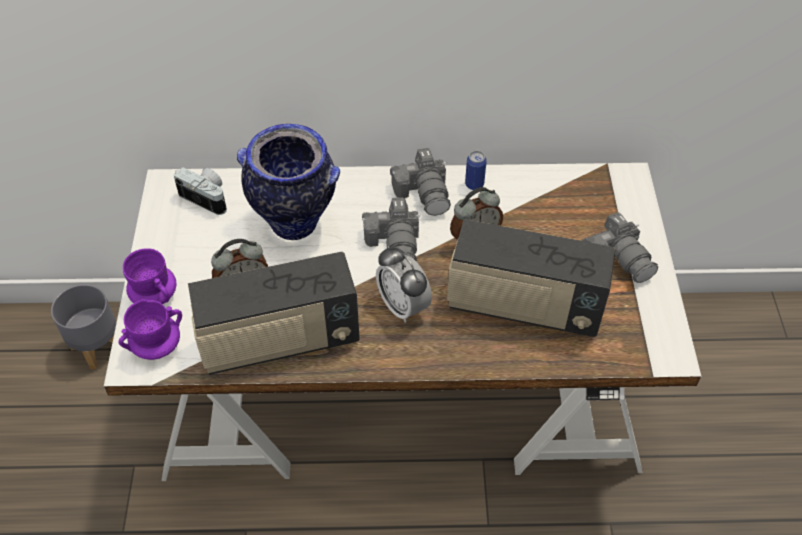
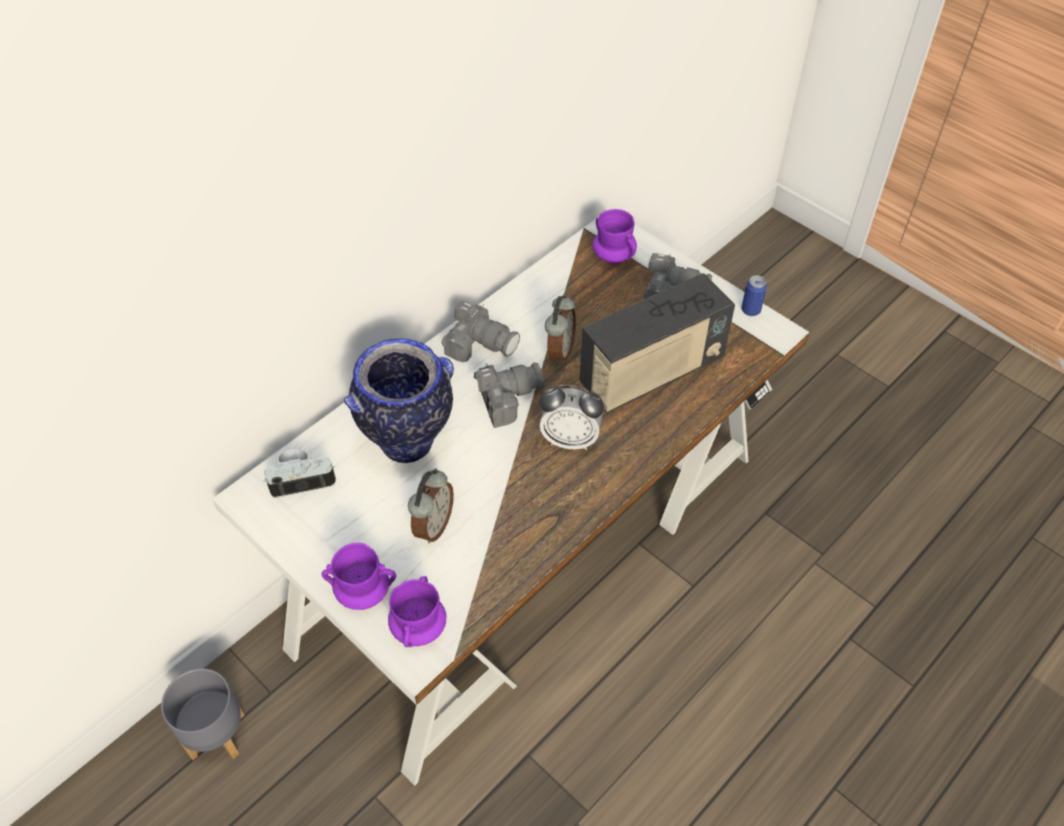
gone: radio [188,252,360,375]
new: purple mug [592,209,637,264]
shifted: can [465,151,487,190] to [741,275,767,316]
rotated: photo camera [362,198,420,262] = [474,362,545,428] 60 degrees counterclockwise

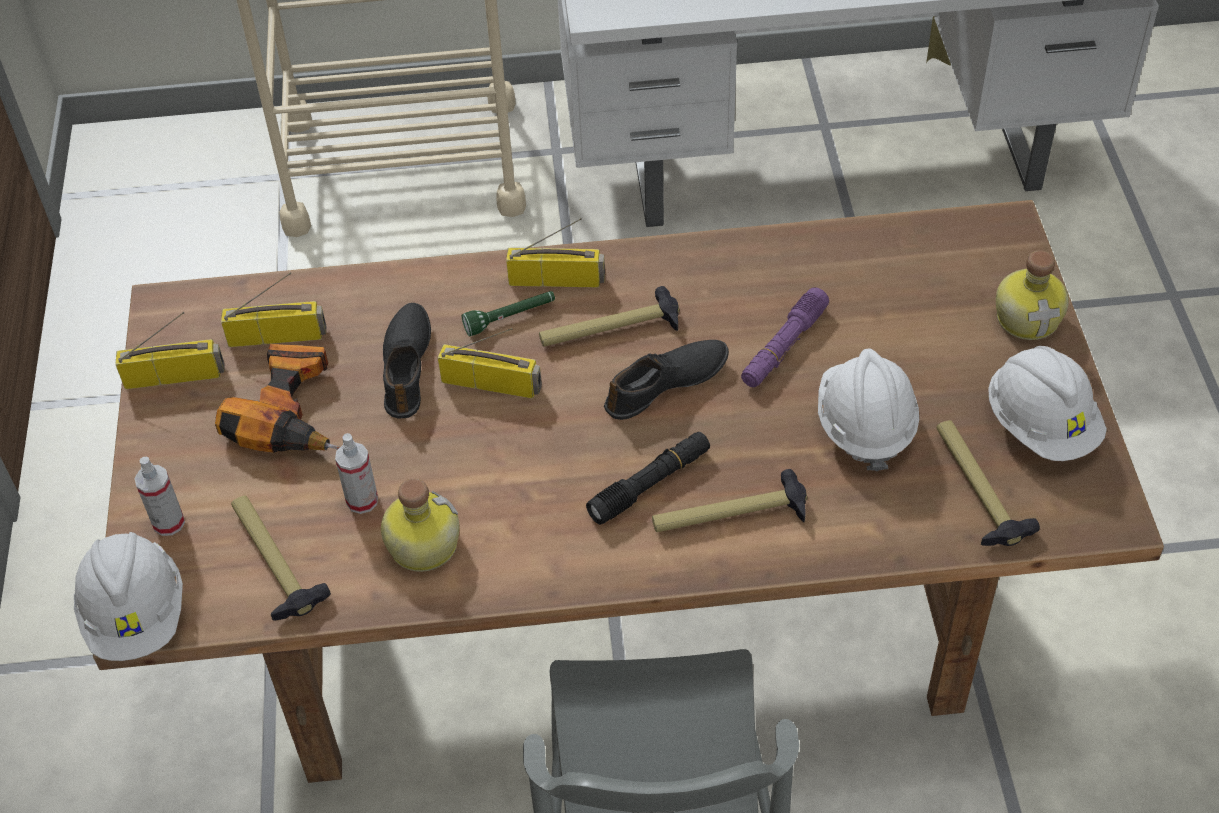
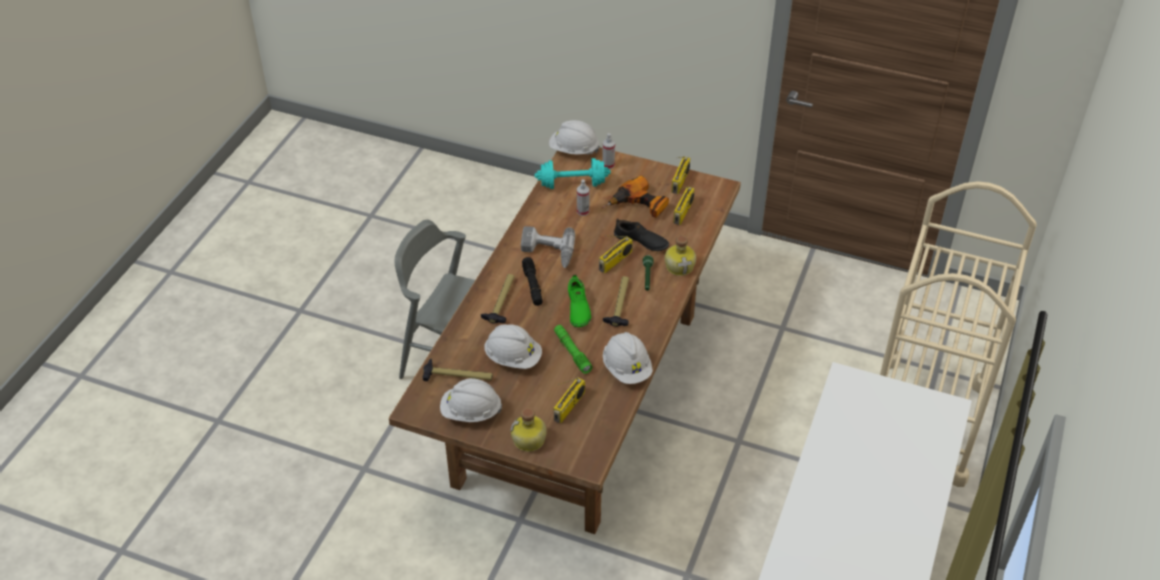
new: power drill [521,226,575,268]; white hard hat [603,332,653,384]
shifted: bottle [381,479,460,572] to [665,236,696,276]; radio [506,218,605,287] to [554,377,585,423]
swapped: hammer [231,495,331,621] to turquoise dumbbell [534,158,611,189]
repainted: black shoe [604,340,729,420] to green shoe [568,275,591,327]; purple flashlight [741,287,829,387] to green flashlight [554,325,592,374]

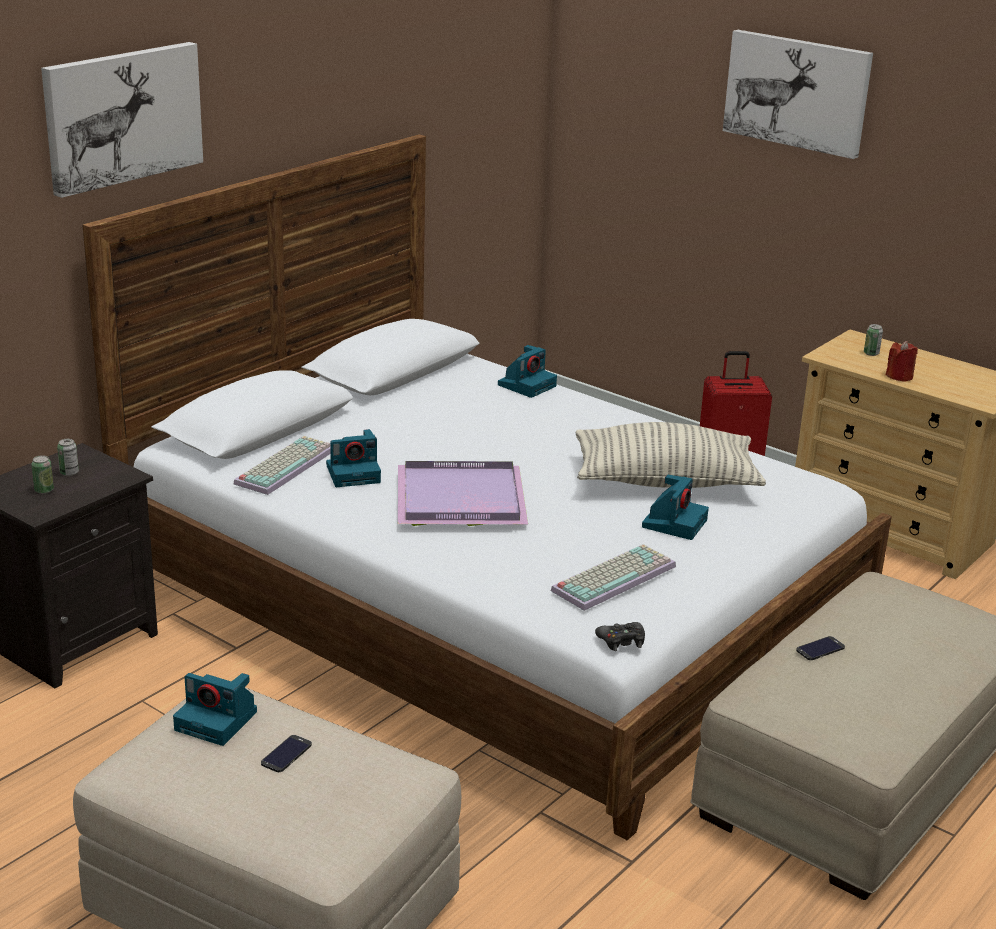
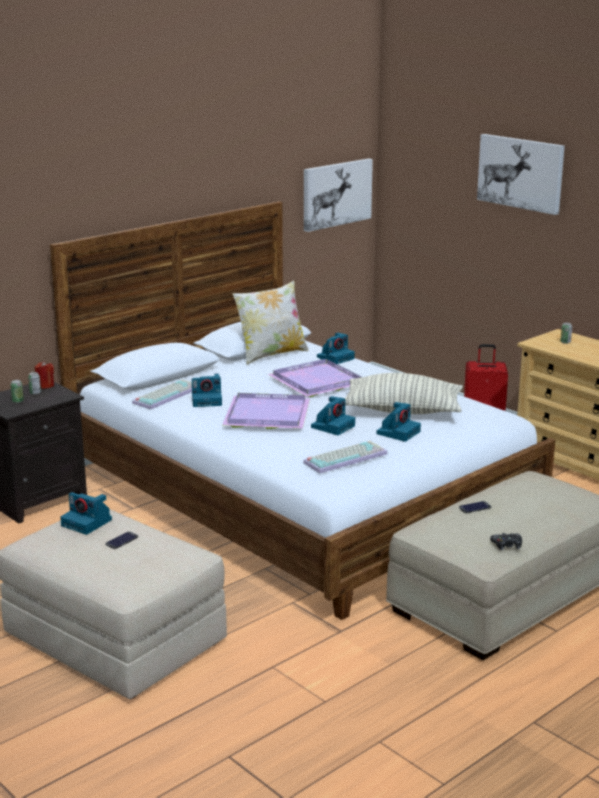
new: pillow [232,281,309,365]; purple tray [267,359,362,397]; photo camera [311,396,355,435]
shifted: picture [41,42,203,198] to [304,158,373,232]; black game controller [595,622,645,651] to [490,533,522,550]; red candle [886,341,918,382] to [35,361,54,389]

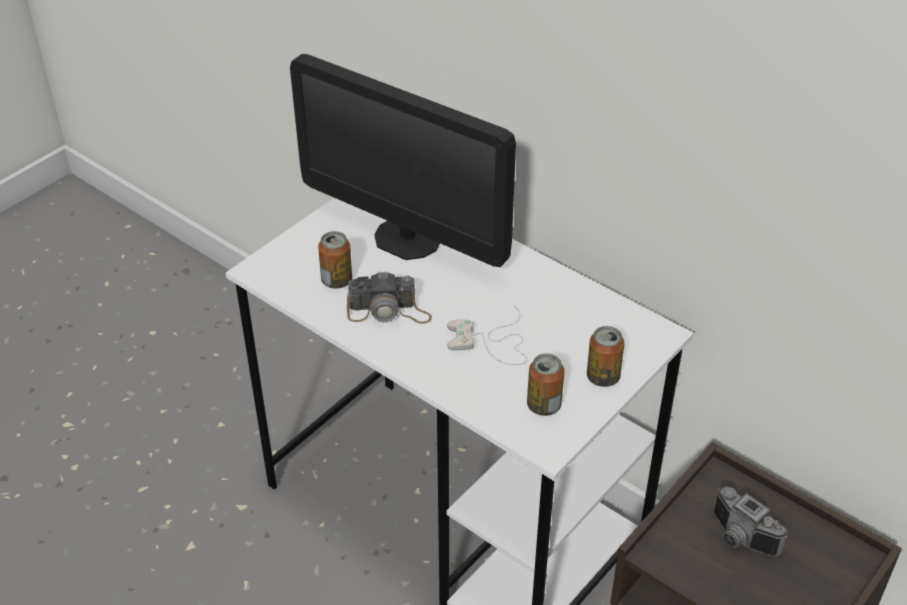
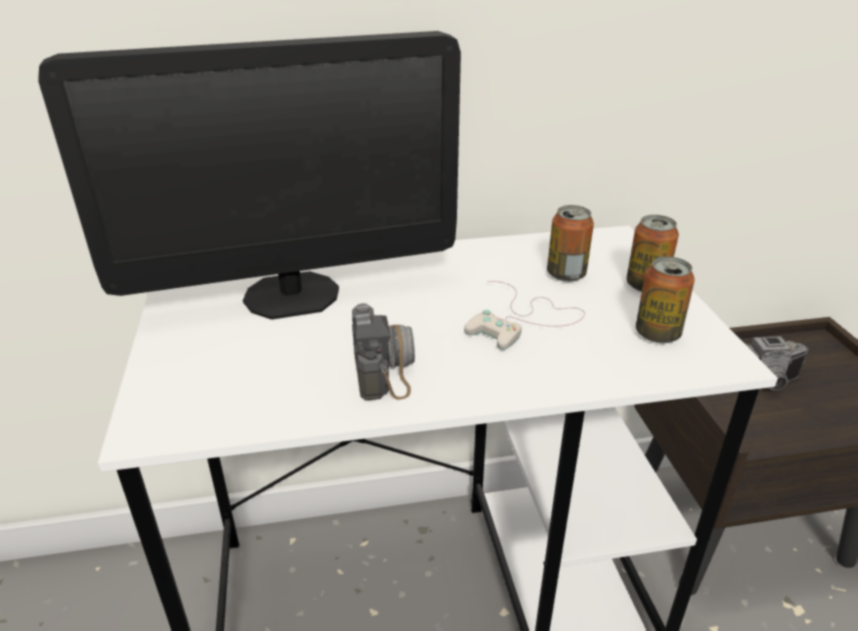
shifted: can [318,231,352,289] to [547,205,594,282]
rotated: photo camera [347,271,432,324] = [352,303,415,401] 45 degrees counterclockwise

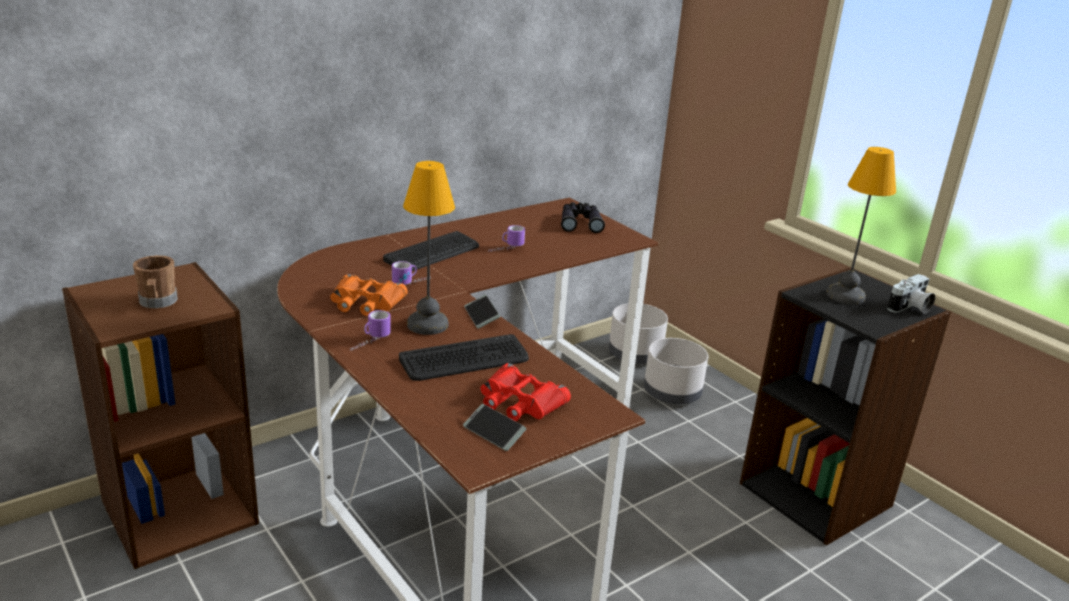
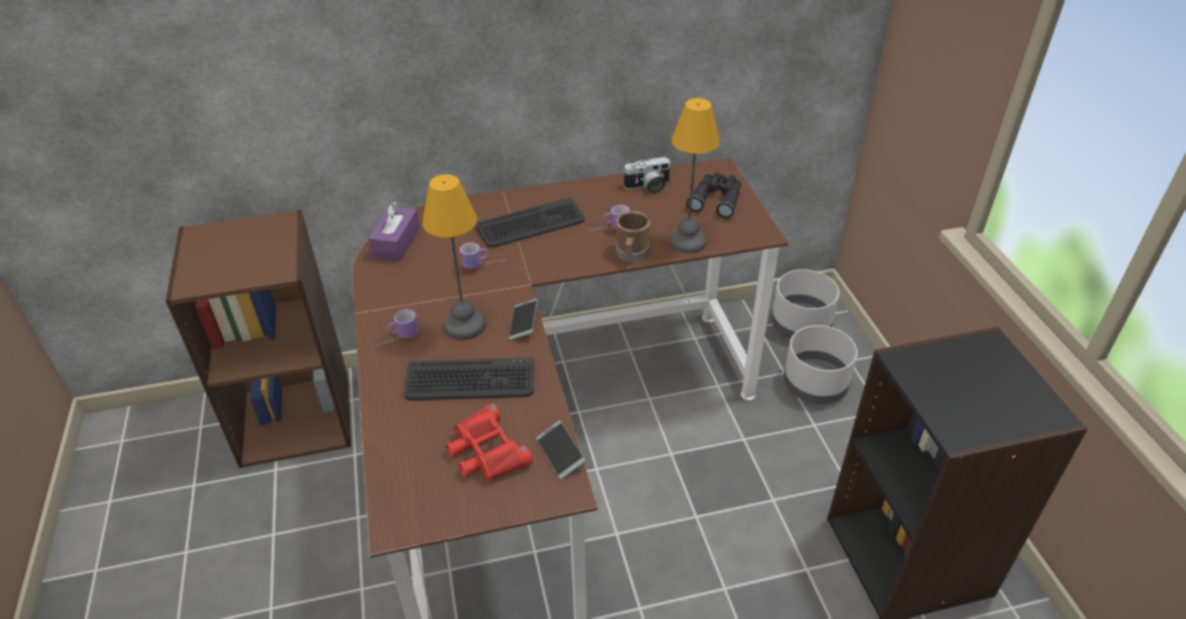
gone: orange binoculars [330,274,408,316]
new: purple tissue box [368,201,420,261]
shifted: brown mug [133,255,178,309] to [616,211,651,261]; phone [463,404,526,451] to [536,420,586,479]; table lamp [827,147,896,305] to [669,98,720,253]; photo camera [887,274,935,314] to [623,157,671,194]

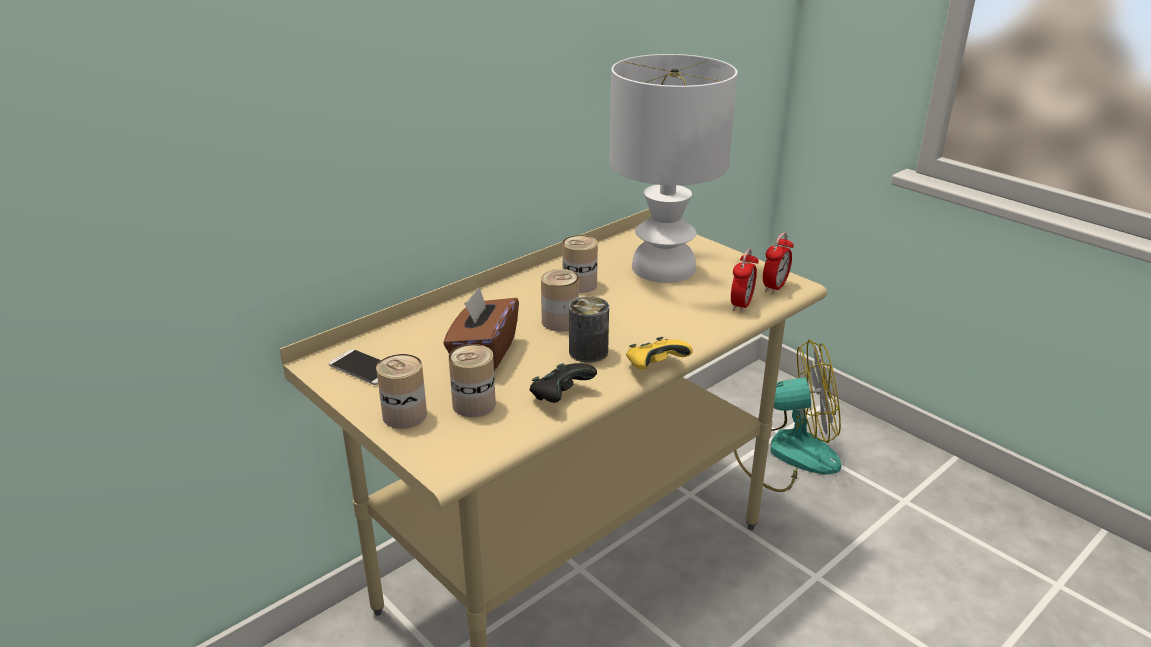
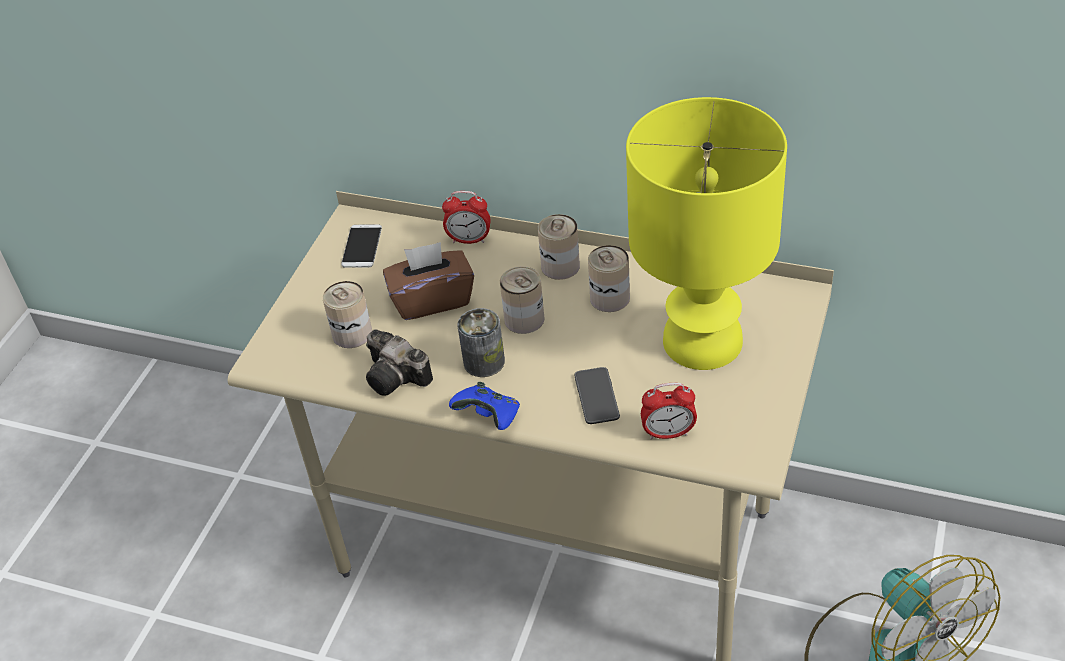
new: phone [574,367,620,424]
shifted: can [376,354,427,429] to [538,214,580,280]; alarm clock [763,233,794,294] to [442,191,491,244]
swapped: black game controller [529,363,597,403] to photo camera [366,329,433,396]
repainted: white table lamp [609,54,738,283] to yellow table lamp [626,97,787,370]; yellow game controller [626,337,693,370] to blue game controller [449,382,520,430]

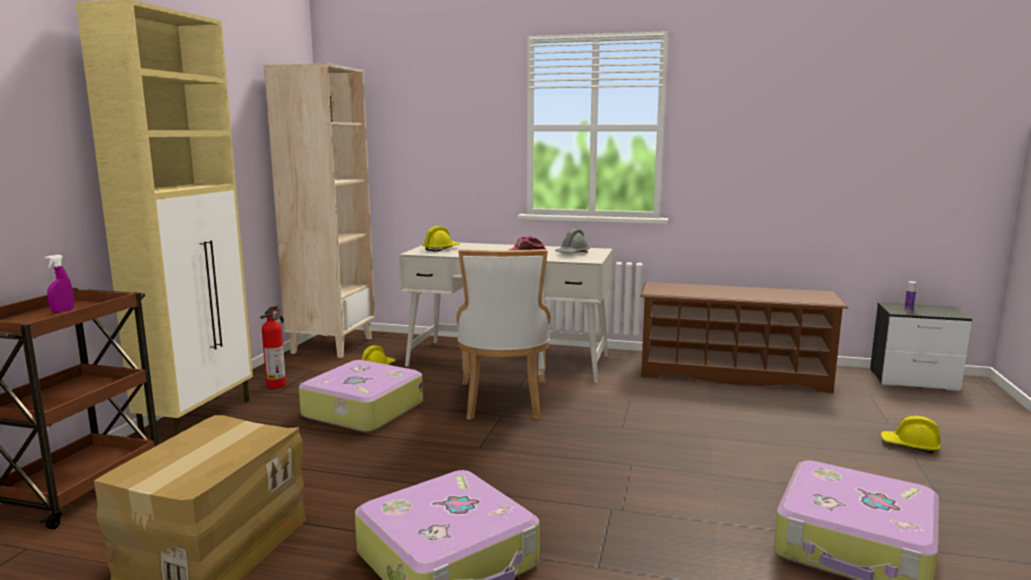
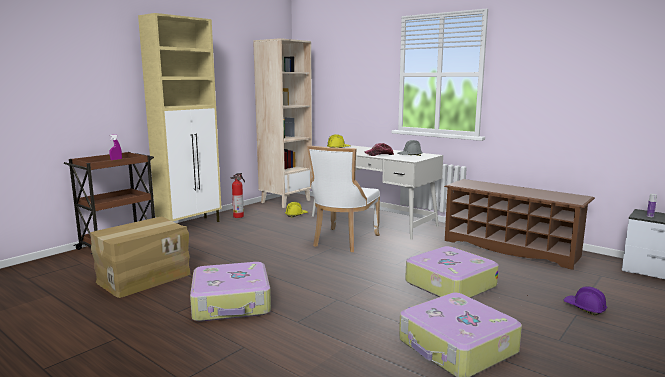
shifted: suitcase [299,360,423,432] to [405,246,499,298]
repainted: yellow hard hat [881,416,940,454] to purple hard hat [564,286,607,315]

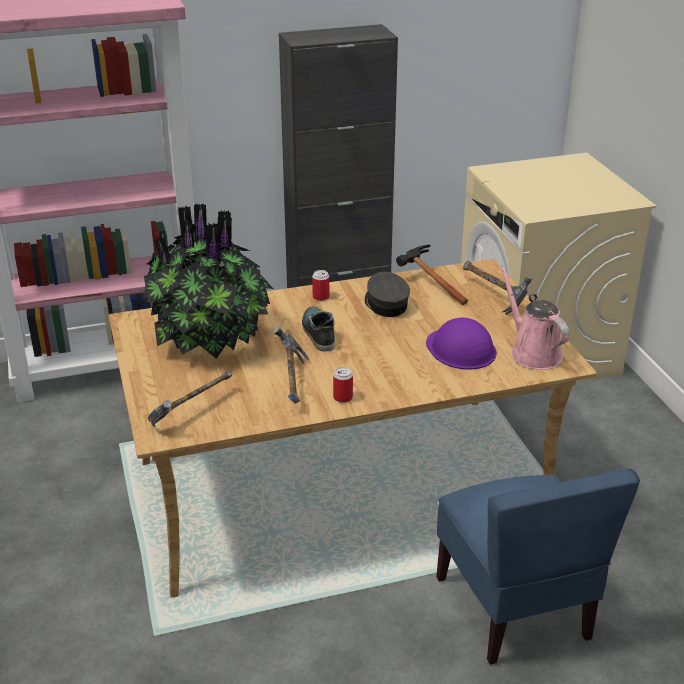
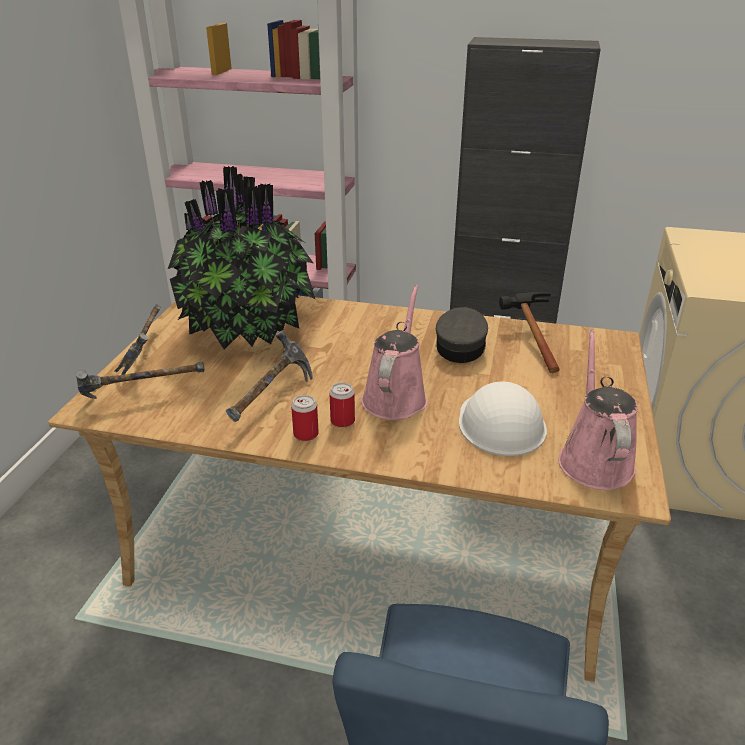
gone: shoe [302,306,335,351]
new: pink watering can [361,285,427,420]
shifted: can [312,270,329,301] to [329,382,355,428]; hammer [463,260,532,314] to [114,304,161,375]
repainted: purple hard hat [426,317,497,370] to white hard hat [459,381,547,456]

